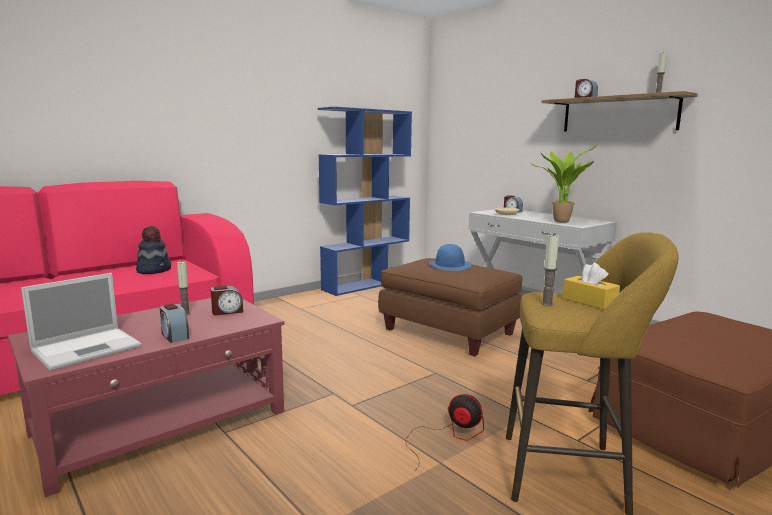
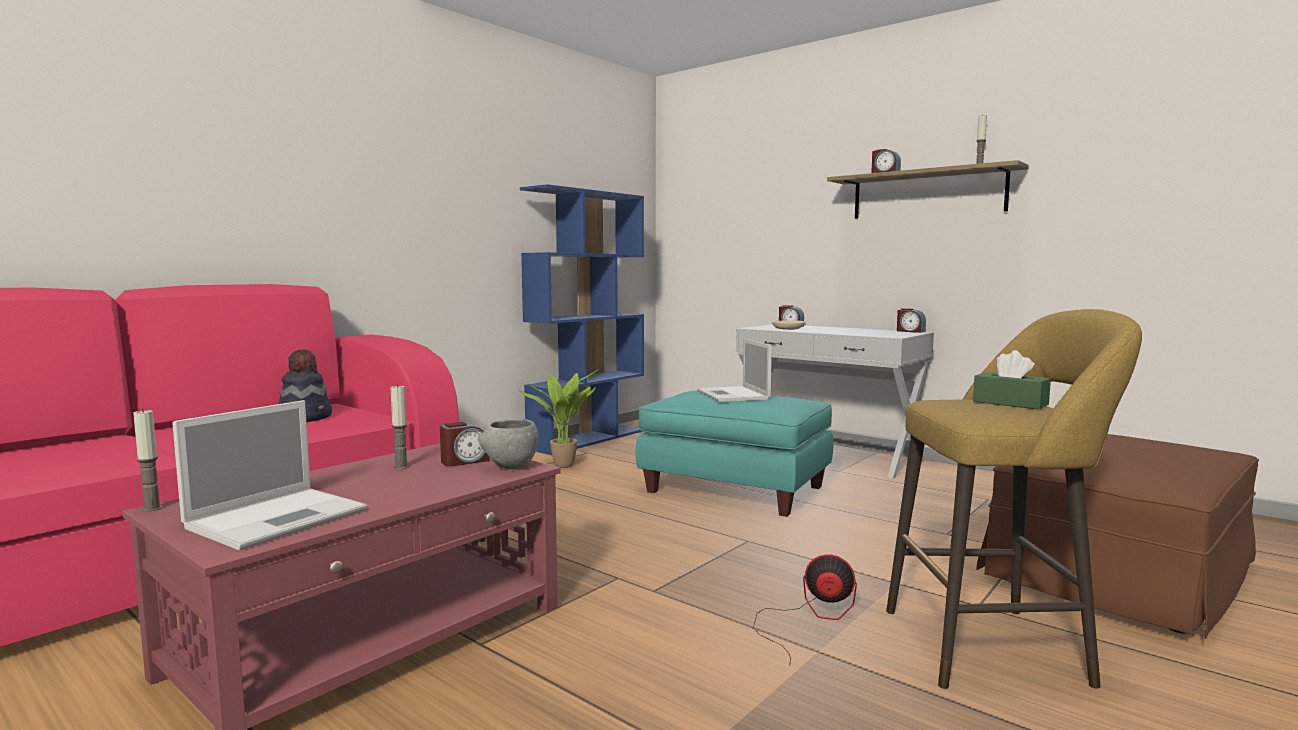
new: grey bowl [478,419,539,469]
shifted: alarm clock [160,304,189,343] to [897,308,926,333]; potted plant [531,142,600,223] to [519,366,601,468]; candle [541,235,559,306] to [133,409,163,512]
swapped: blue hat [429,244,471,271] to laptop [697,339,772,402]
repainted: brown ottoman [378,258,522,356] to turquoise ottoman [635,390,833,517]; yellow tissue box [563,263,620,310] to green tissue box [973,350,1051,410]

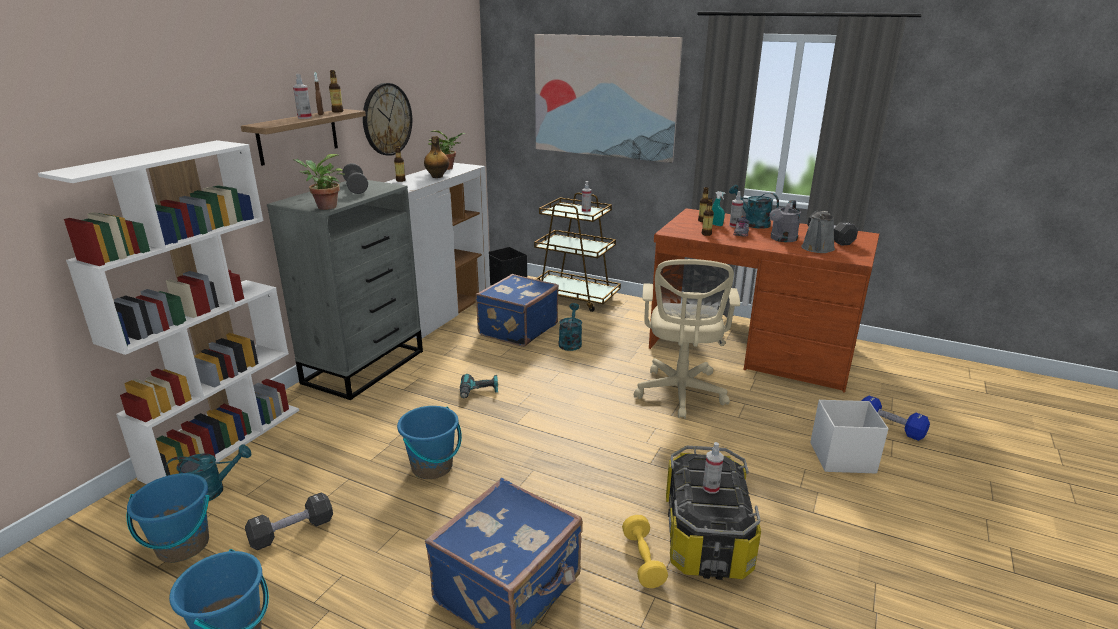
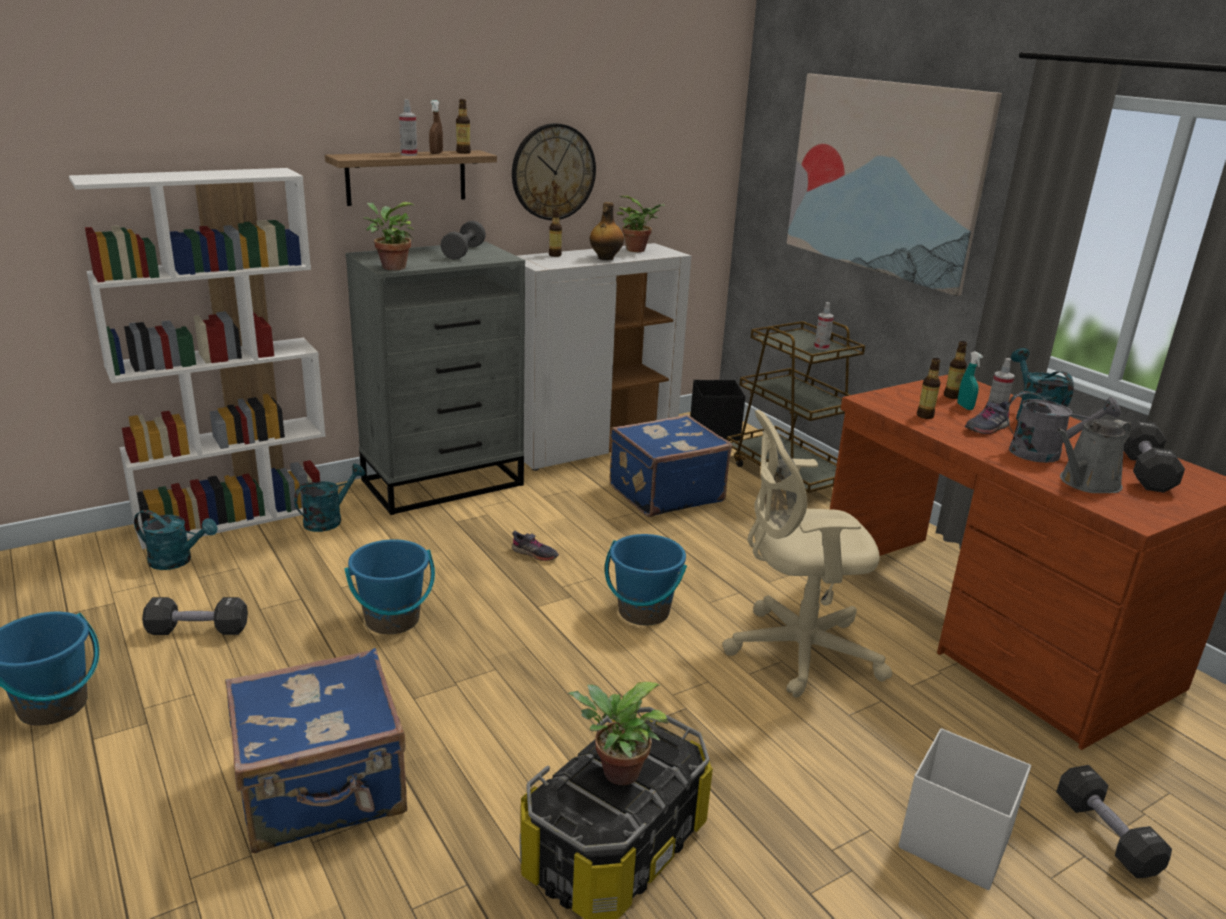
gone: yellow dumbbell [622,515,668,588]
shifted: blue bucket [127,473,210,563] to [605,534,687,626]; turquoise watering can [559,303,582,351] to [294,464,365,532]
swapped: power drill [460,374,498,398] to grey shoe [512,531,559,561]; spray bottle [703,442,724,494] to potted plant [568,682,669,785]
repainted: blue dumbbell [862,396,930,441] to black dumbbell [1056,765,1172,878]
rotated: beige office chair [634,259,740,419] = [722,410,892,698] 45 degrees clockwise; grey watering can [769,200,801,242] = [1006,391,1121,463] 150 degrees counterclockwise

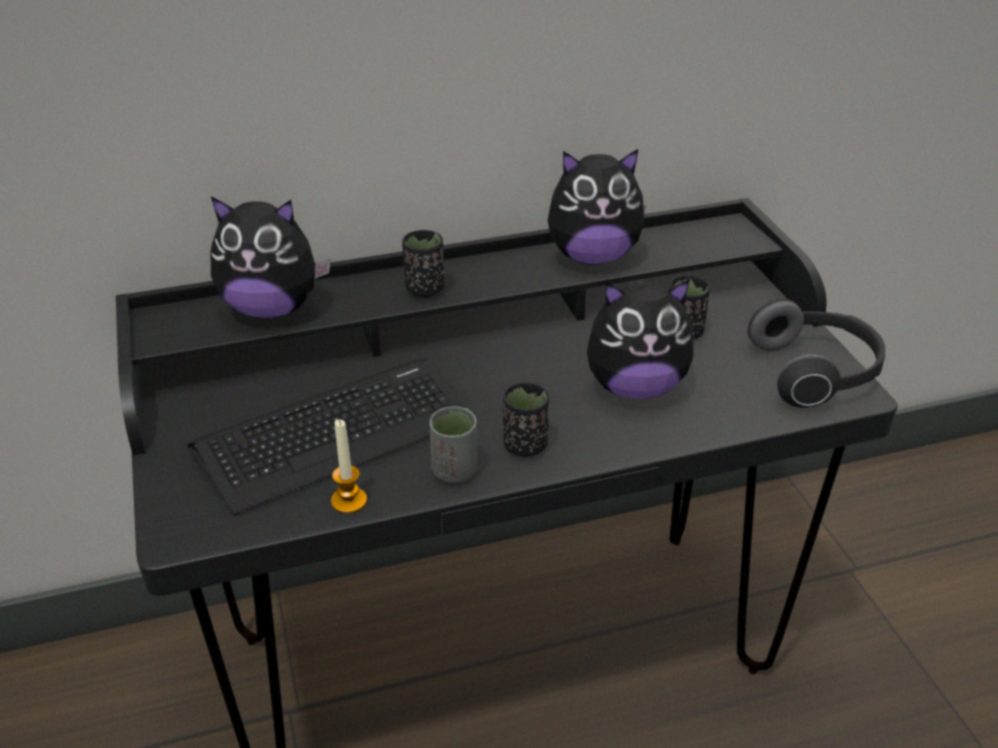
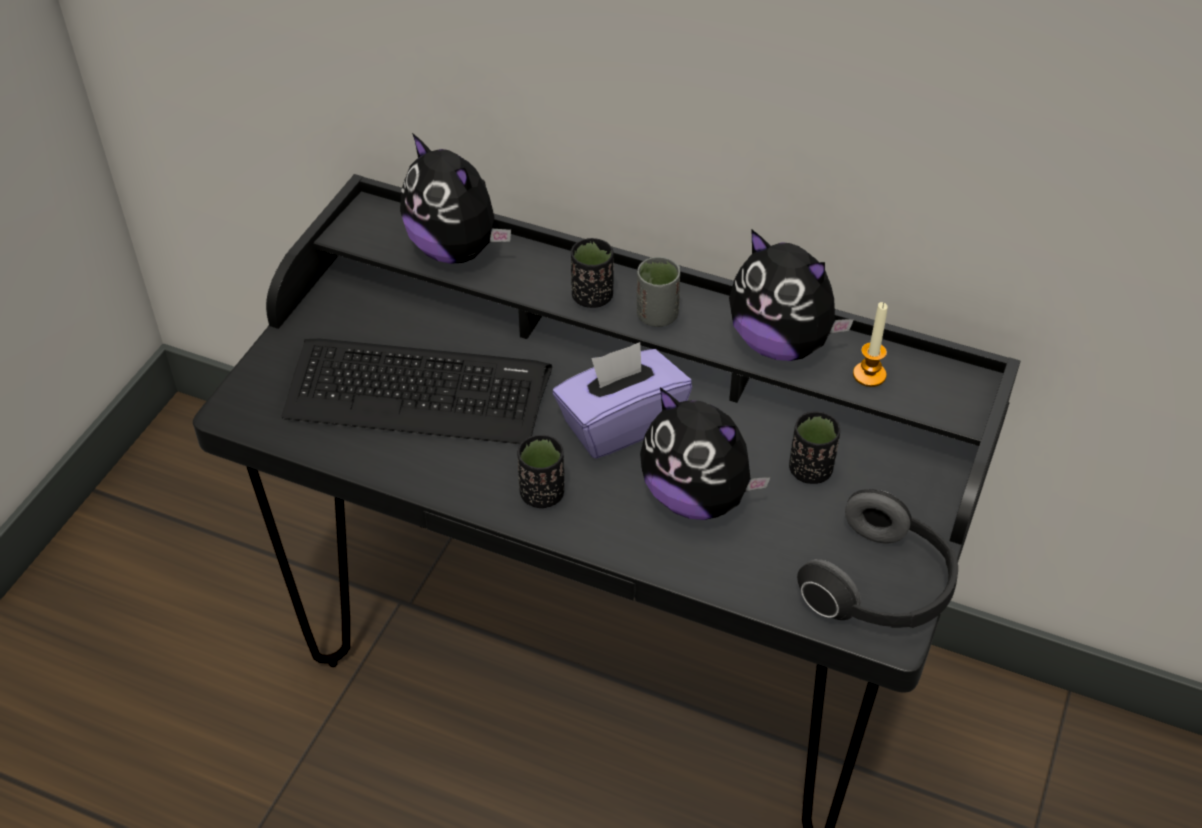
new: purple tissue box [553,342,692,459]
shifted: candle [331,419,367,514] to [853,302,888,387]; grey cup [429,406,477,483] to [637,257,680,327]

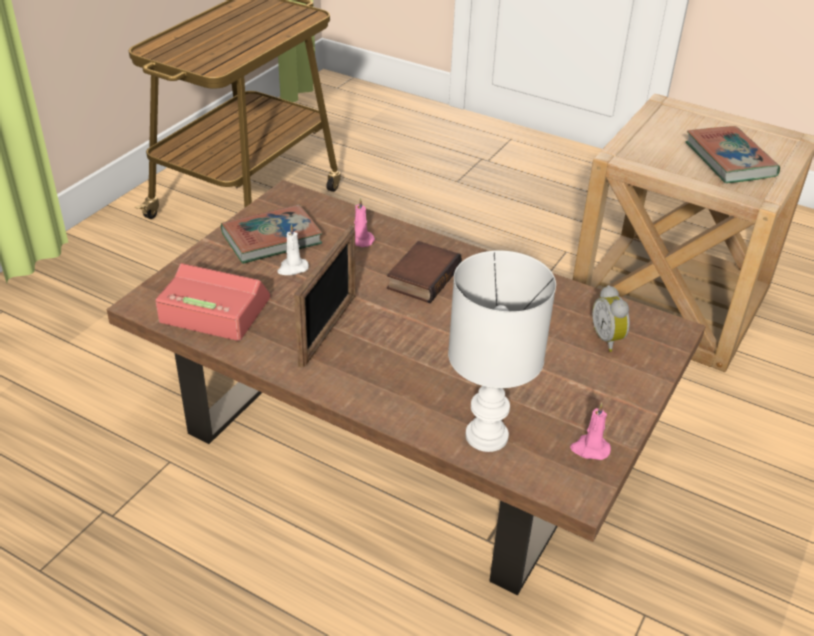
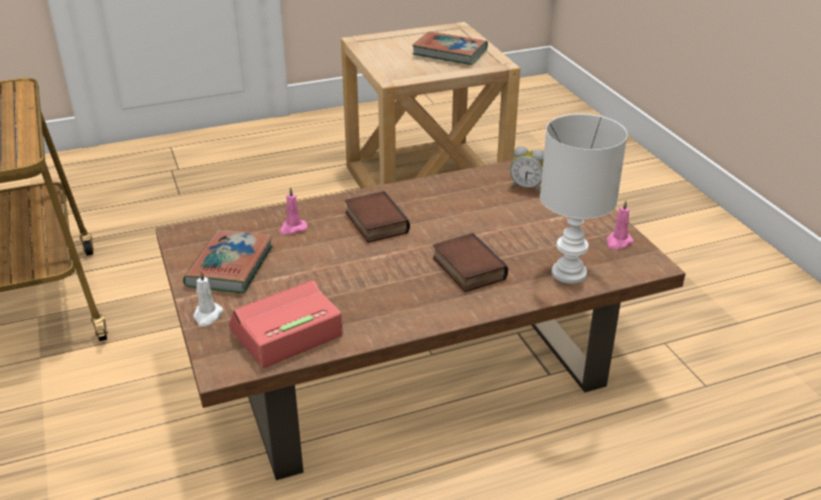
gone: picture frame [294,226,356,368]
new: book [433,233,508,292]
shifted: white candle [277,224,309,275] to [193,271,223,326]

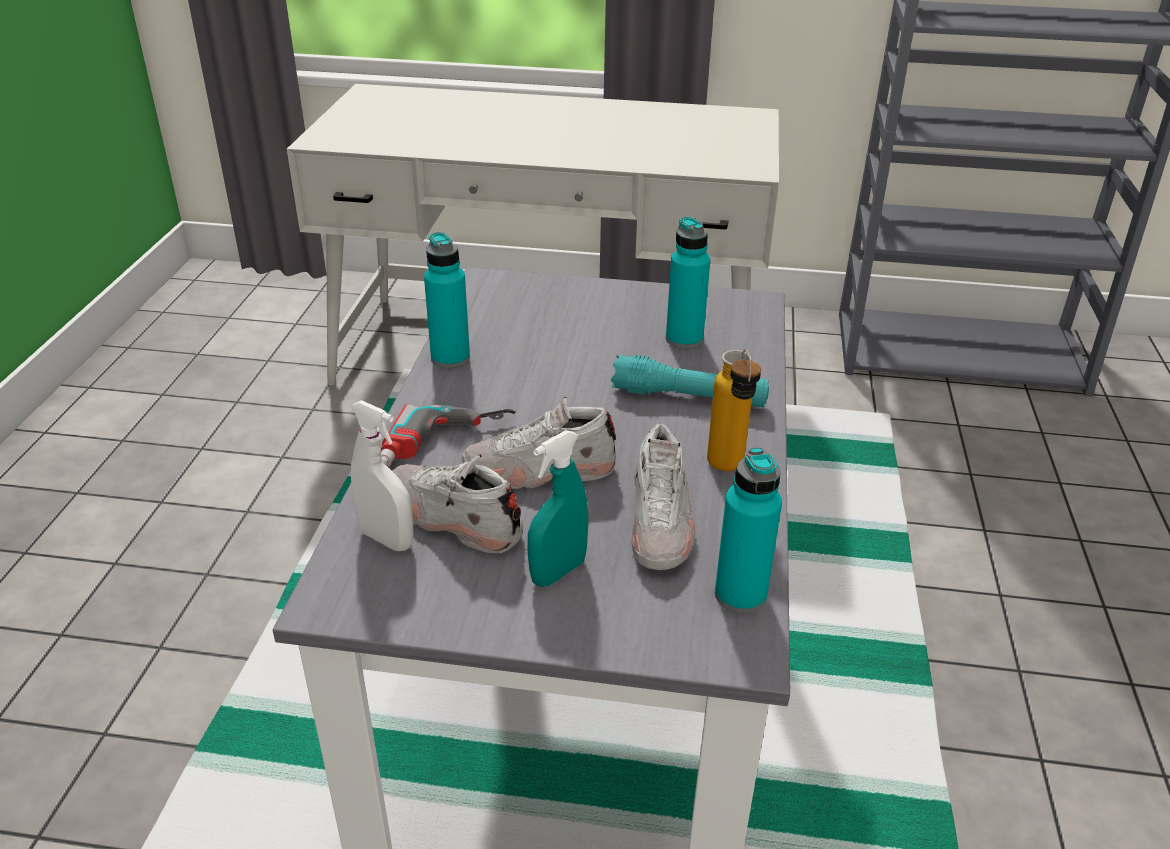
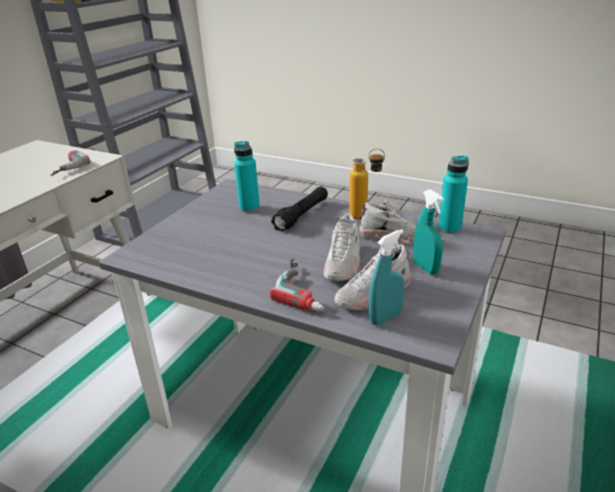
gone: turquoise bottle [424,232,470,368]
new: power drill [51,150,90,176]
repainted: white spray bottle [350,400,413,551] to turquoise spray bottle [369,229,404,325]; turquoise flashlight [611,355,769,407] to black flashlight [271,187,328,232]

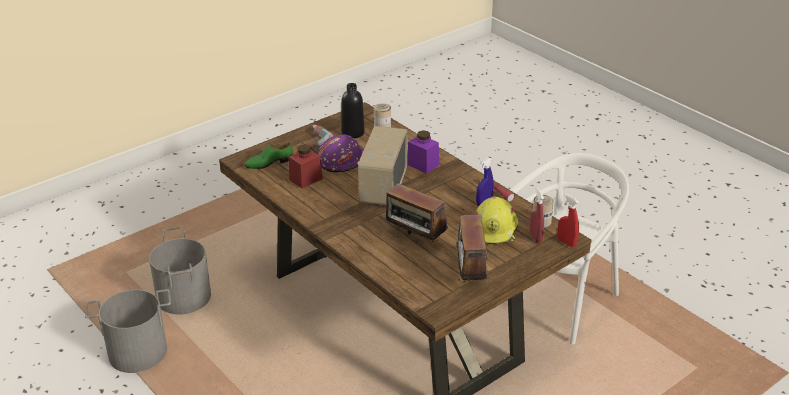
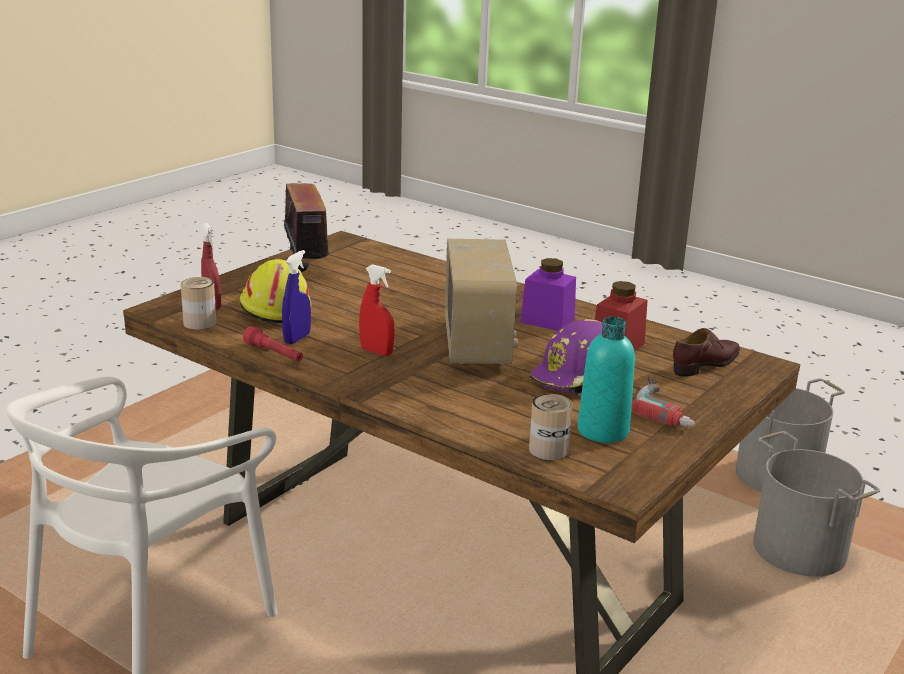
gone: radio [386,182,448,242]
shifted: purple jar [407,130,439,174] to [520,258,576,331]; red spray bottle [557,194,579,247] to [359,264,395,356]
repainted: green shoe [244,143,293,169] to brown shoe [673,328,740,376]; black bottle [341,83,365,138] to turquoise bottle [578,317,635,443]

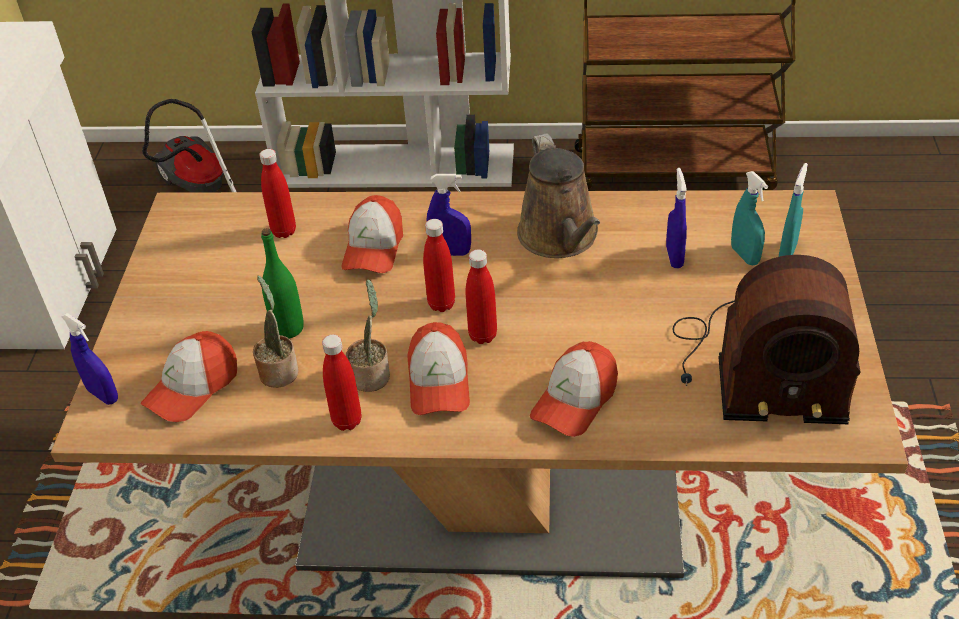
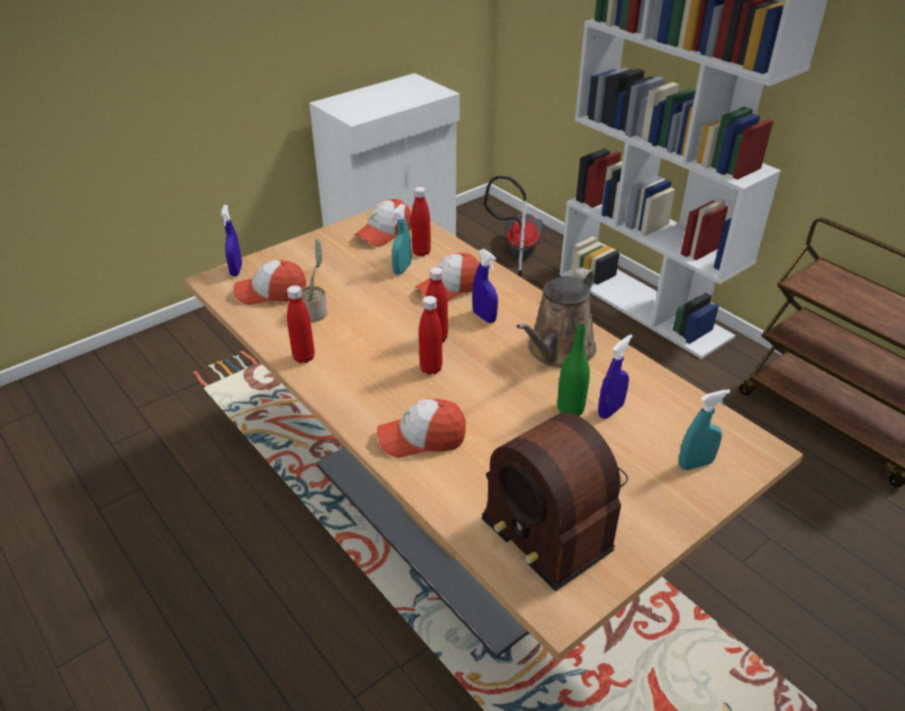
gone: potted plant [346,279,390,392]
shifted: green bottle [261,228,304,338] to [557,320,590,416]; cap [407,322,470,415] to [354,199,412,246]; turquoise spray bottle [731,171,768,265] to [392,204,411,275]

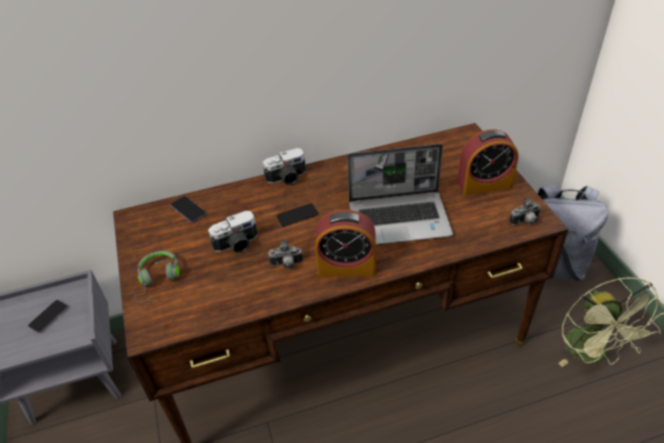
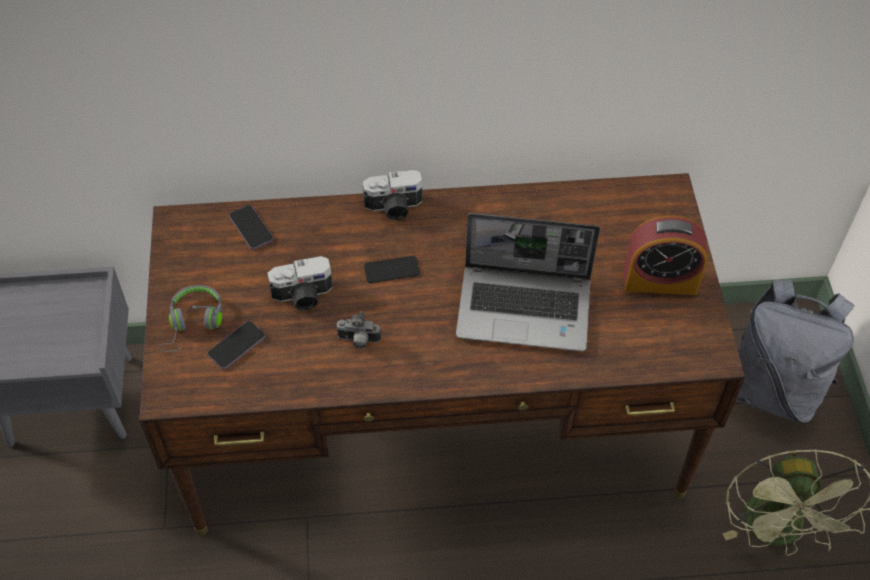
gone: alarm clock [315,210,376,276]; photo camera [509,197,541,225]
shifted: phone [28,300,68,333] to [208,321,265,369]

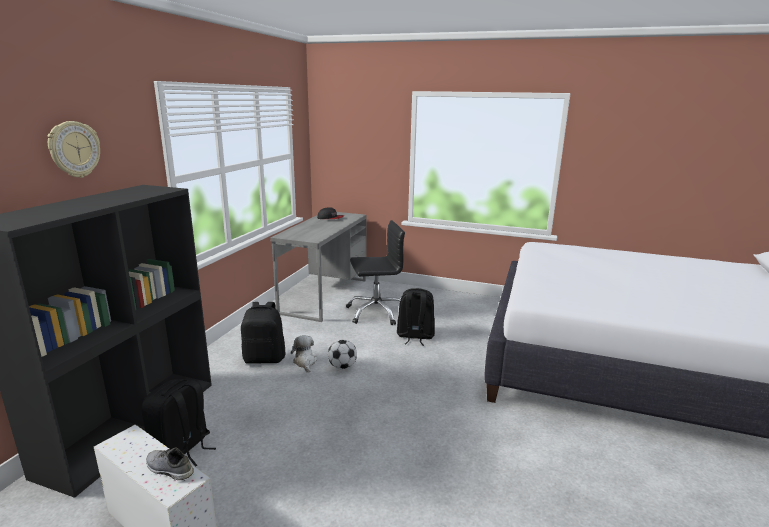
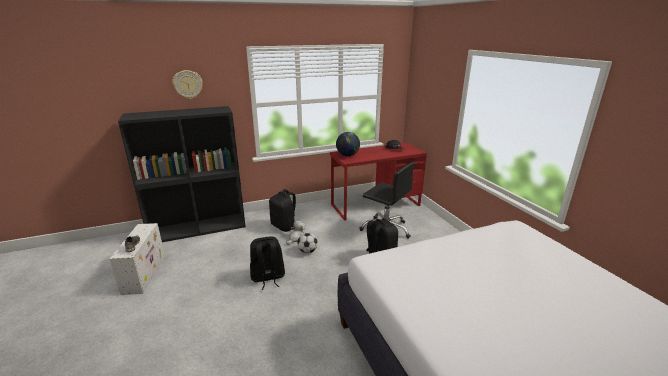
new: globe [336,132,360,156]
shifted: black backpack [142,379,216,467] to [250,236,285,290]
repainted: grey desk [270,212,367,322] to red desk [330,143,427,221]

